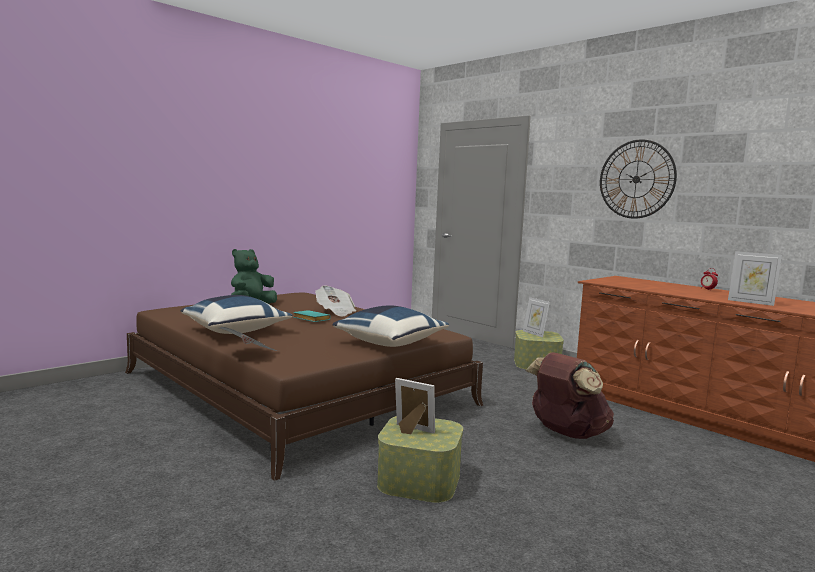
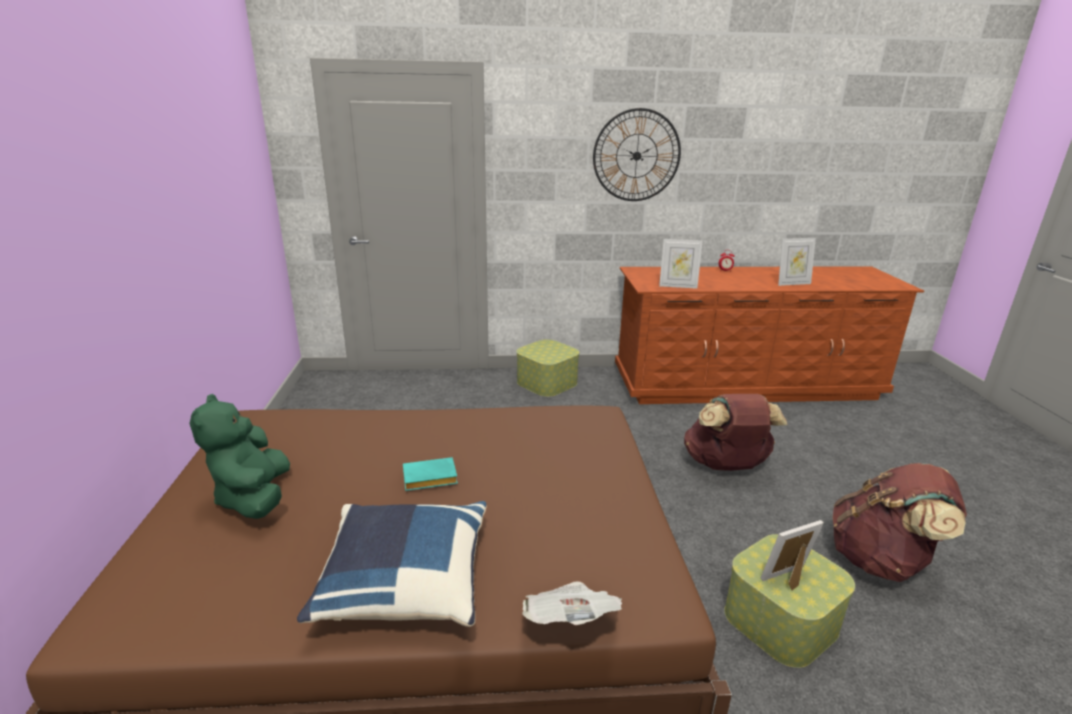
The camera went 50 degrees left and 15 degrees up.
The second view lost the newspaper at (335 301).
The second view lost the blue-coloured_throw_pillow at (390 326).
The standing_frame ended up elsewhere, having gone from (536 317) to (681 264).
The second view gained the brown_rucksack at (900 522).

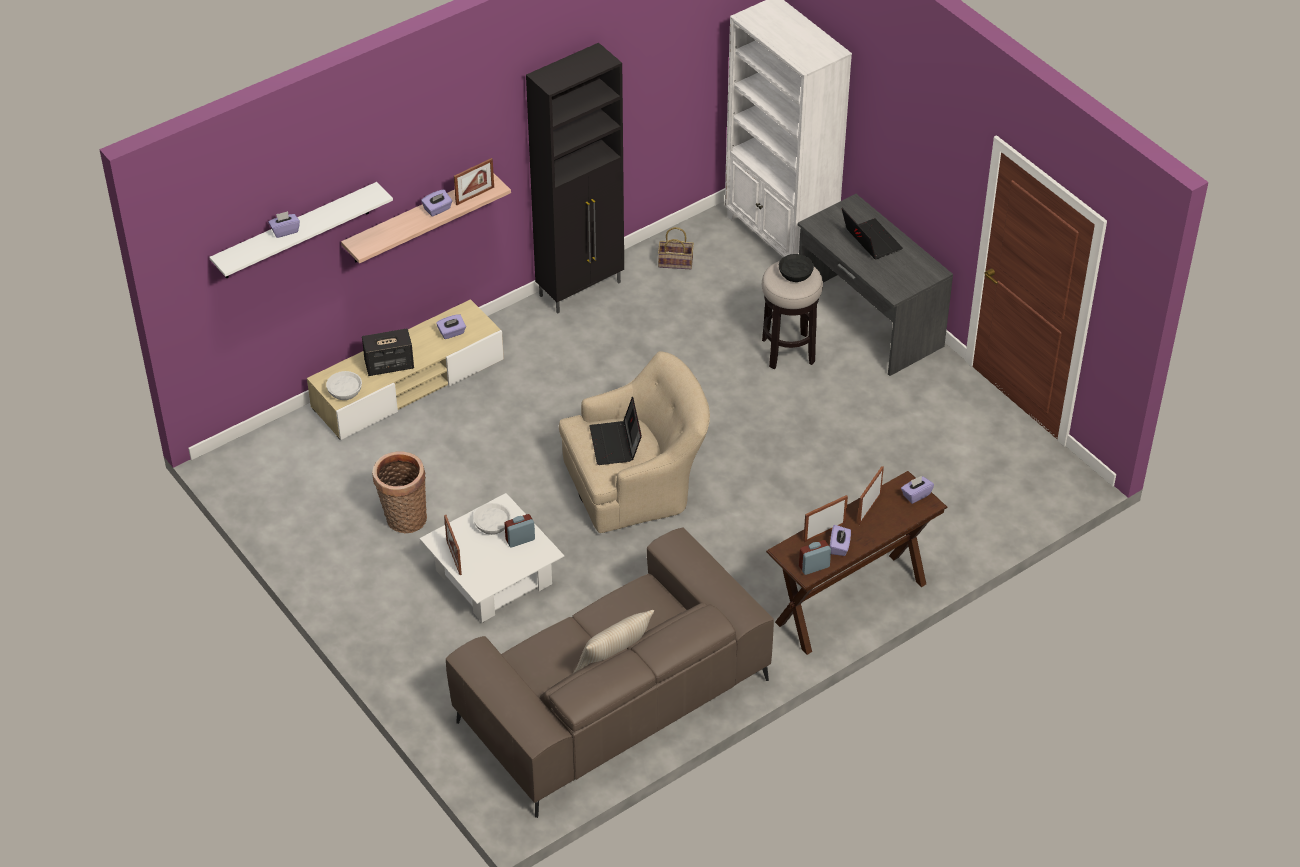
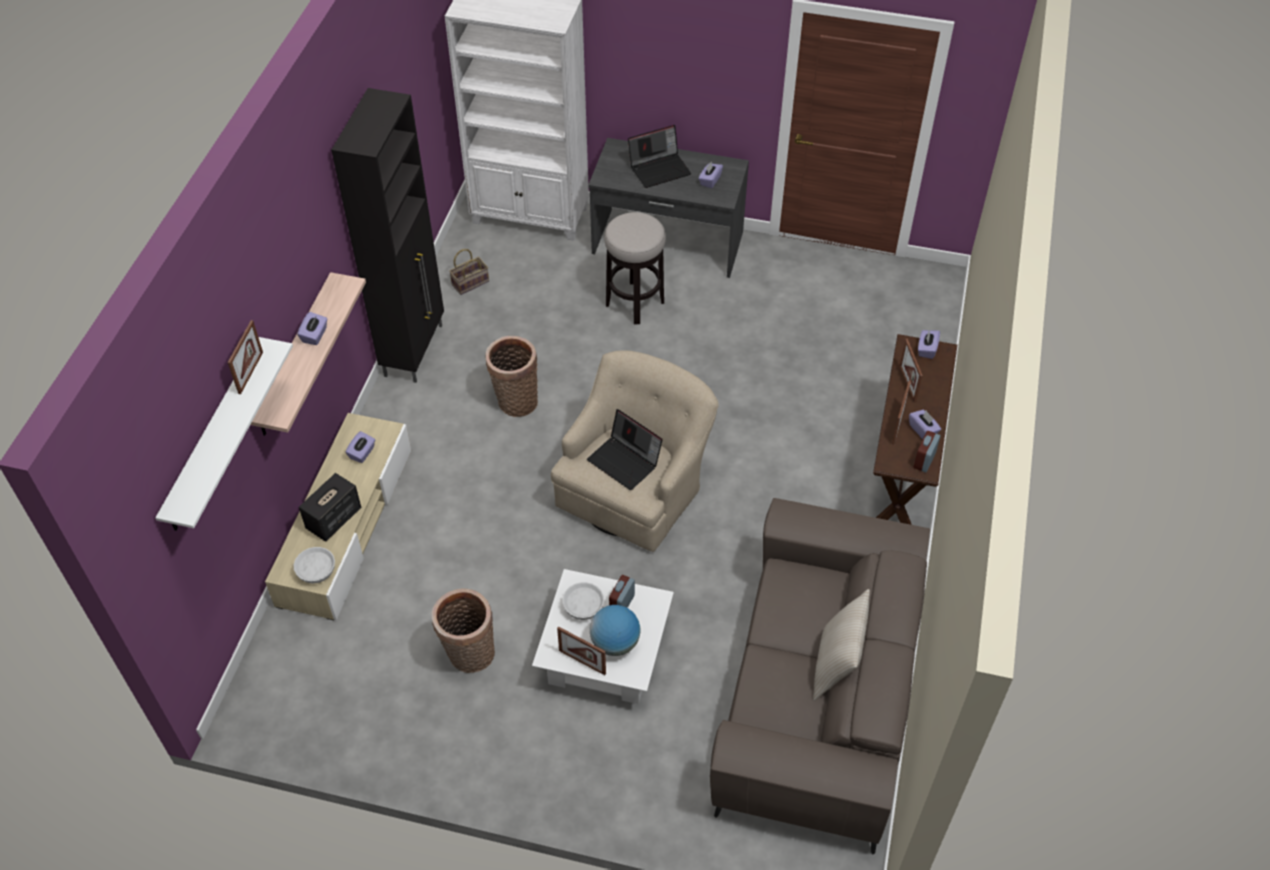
The camera went 40 degrees left and 5 degrees up.
The purplish_tissue_holder ended up elsewhere, having gone from (284 224) to (711 175).
The standing_frame ended up elsewhere, having gone from (474 181) to (245 357).
The second view lost the blackish_deep_dish at (796 268).
The notebook_computer at (872 233) ended up facing another way, 135 degrees clockwise from before.
The second view gained the basket at (511 376).
The second view gained the globe at (615 630).

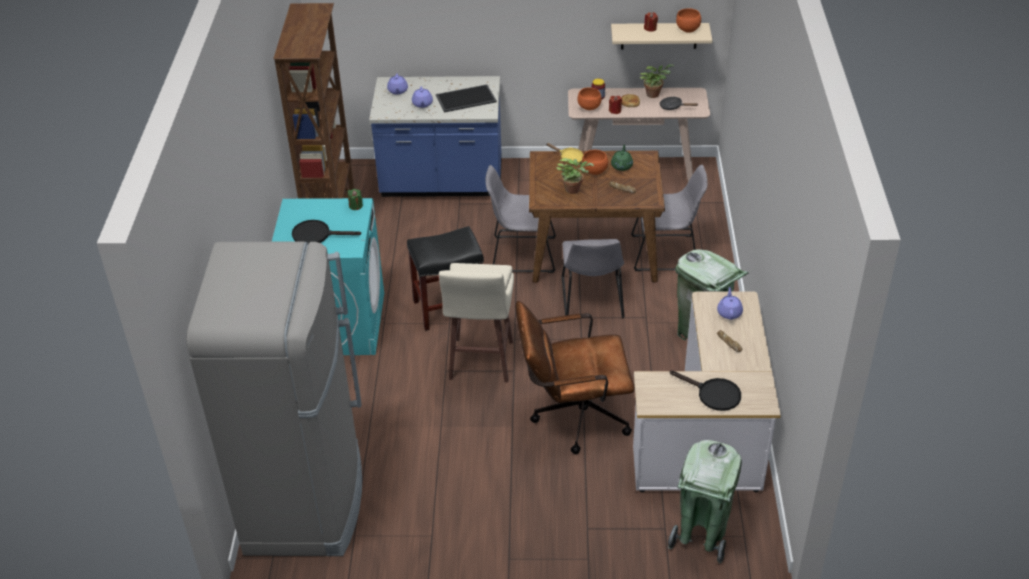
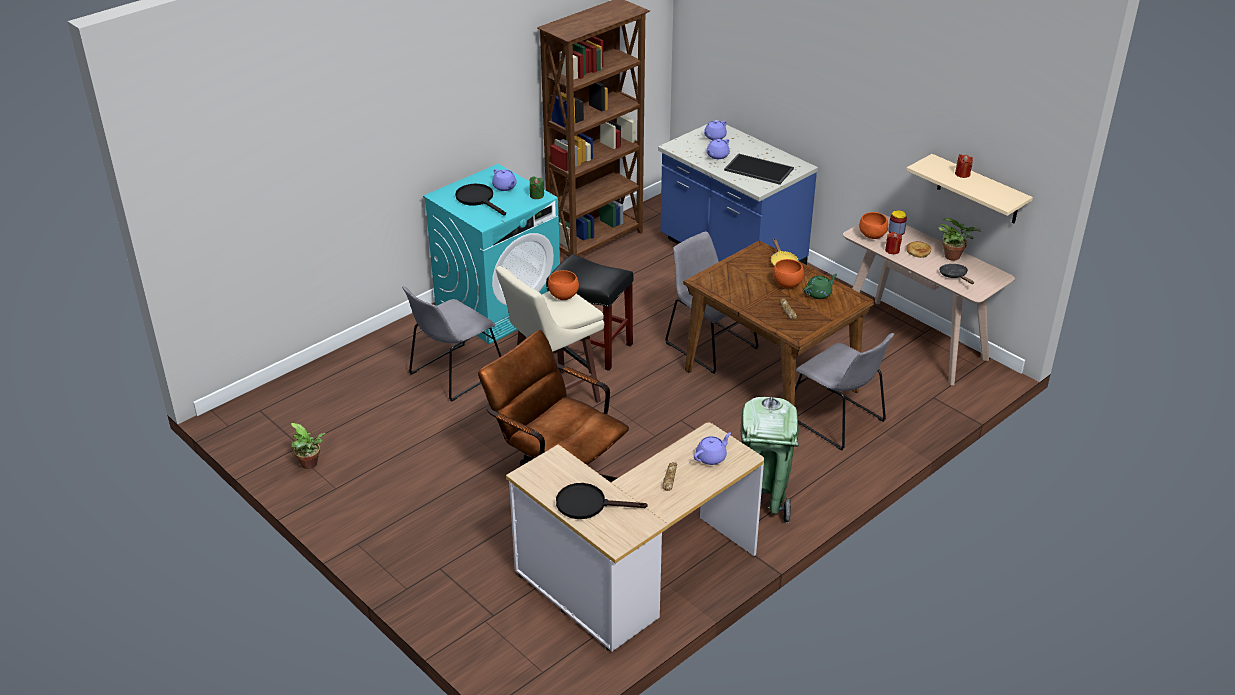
The camera went 45 degrees right and 5 degrees down.
The second view lost the greyish_fridge at (274 398).
The potted_plant ended up elsewhere, having gone from (575 176) to (308 446).
The greyish_chair ended up elsewhere, having gone from (593 278) to (451 344).
The second view lost the green_rubbish_bin at (705 501).
The blackish_skillet at (705 390) ended up facing another way, 105 degrees clockwise from before.
The orange_deep_dish ended up elsewhere, having gone from (688 20) to (563 285).
The second view gained the purplish_teapot at (504 180).

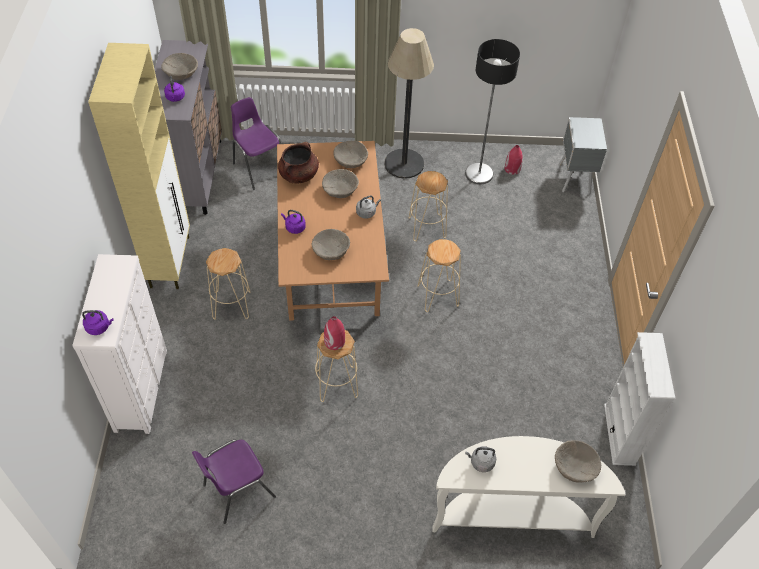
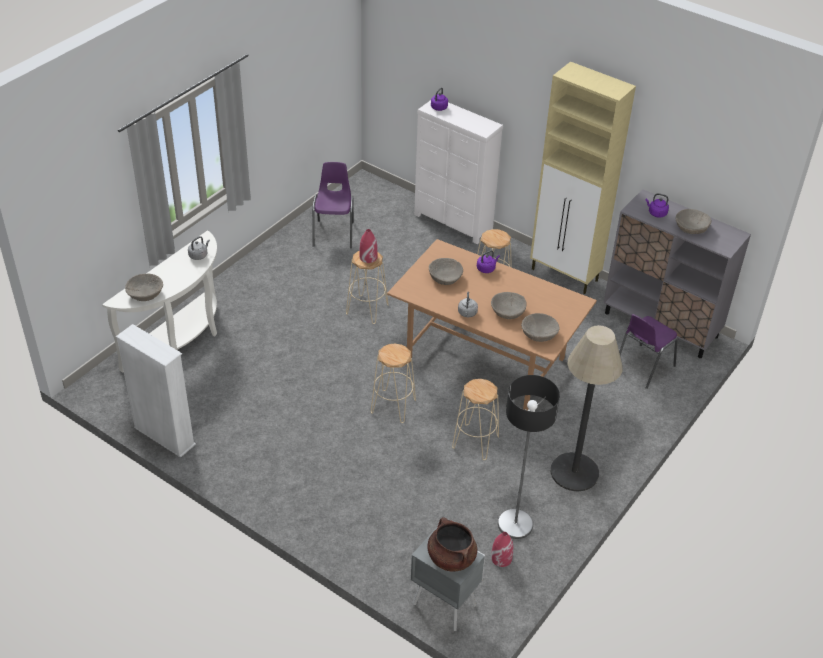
The camera went 125 degrees right and 10 degrees down.
The purplish_chair at (256 143) ended up facing another way, 135 degrees clockwise from before.
The brown_cooking_pot ended up elsewhere, having gone from (298 162) to (452 544).

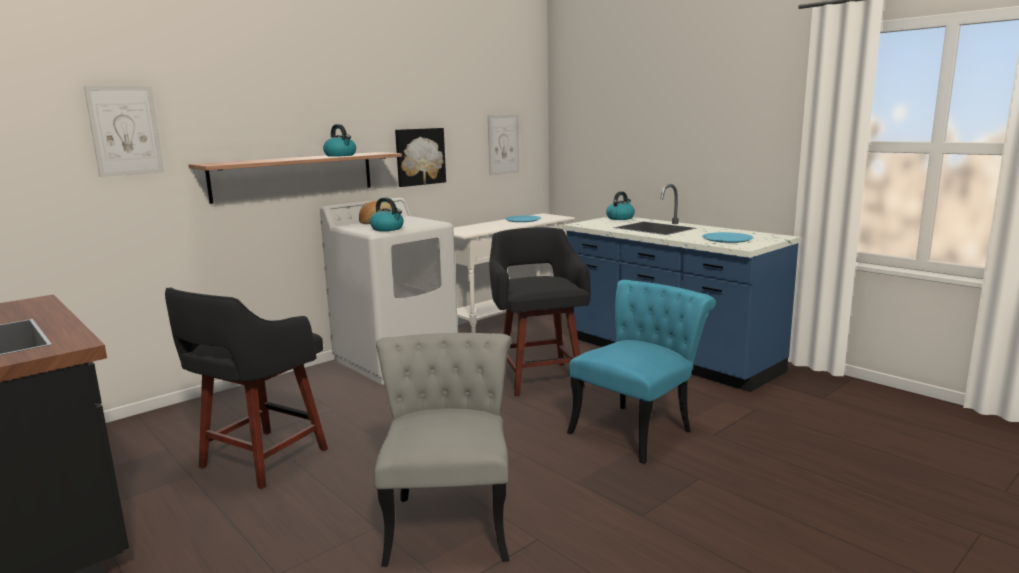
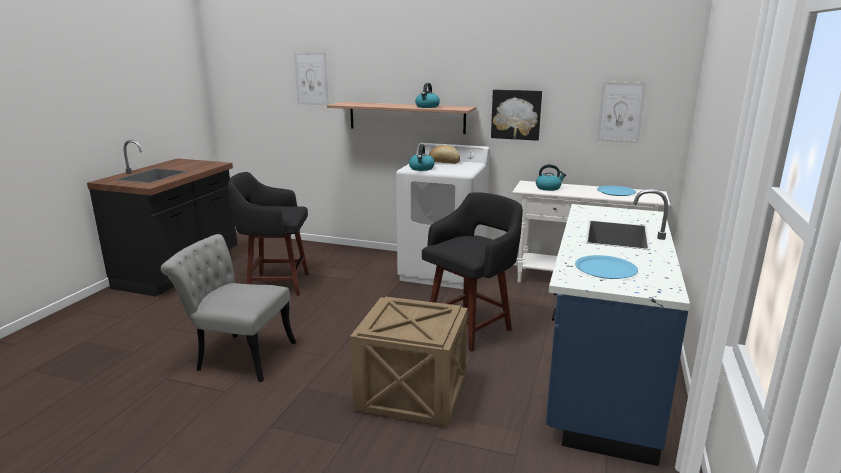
The camera went 60 degrees right and 5 degrees up.
The greyish_chair at (442 450) ended up facing another way, 135 degrees counterclockwise from before.
Where the turquoise_chair stood at (641 372), the packing_crate came to stand at (409 361).
The kettle ended up elsewhere, having gone from (620 206) to (551 177).

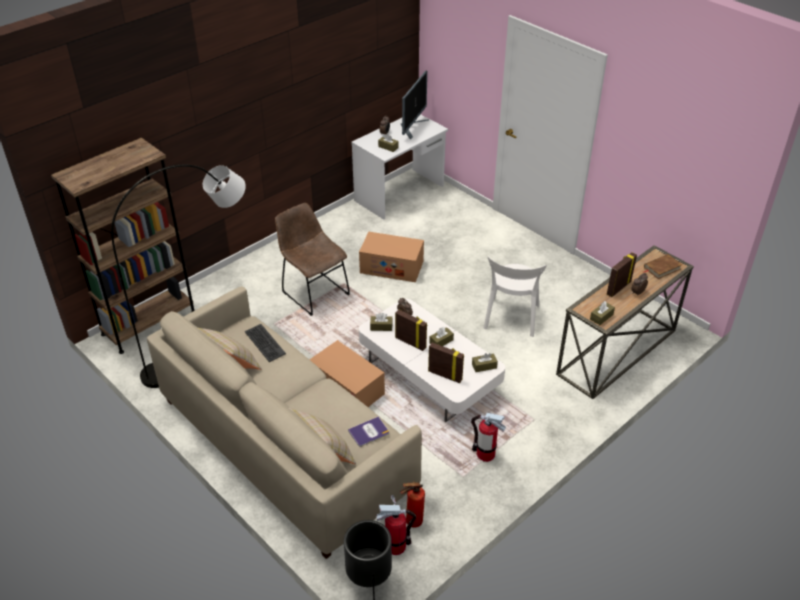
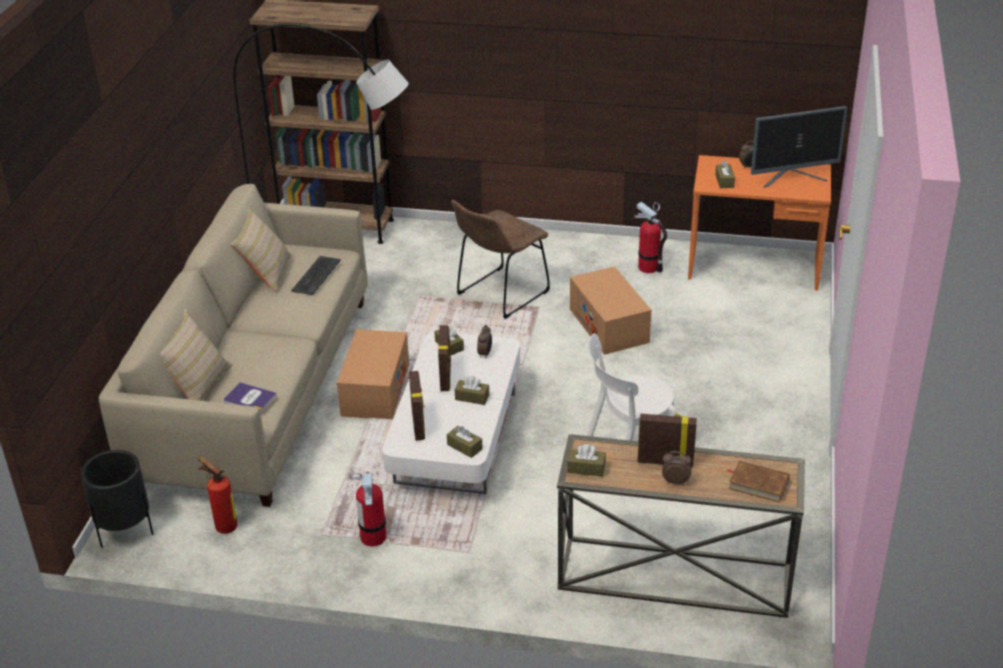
The camera went 55 degrees right and 5 degrees down.
The brown_chair at (312 259) ended up facing another way, 150 degrees counterclockwise from before.
What was the whitish_desk_table at (399 167) turned into the orange_desk_table at (759 222).
The fire_extinguisher ended up elsewhere, having gone from (396 525) to (650 237).

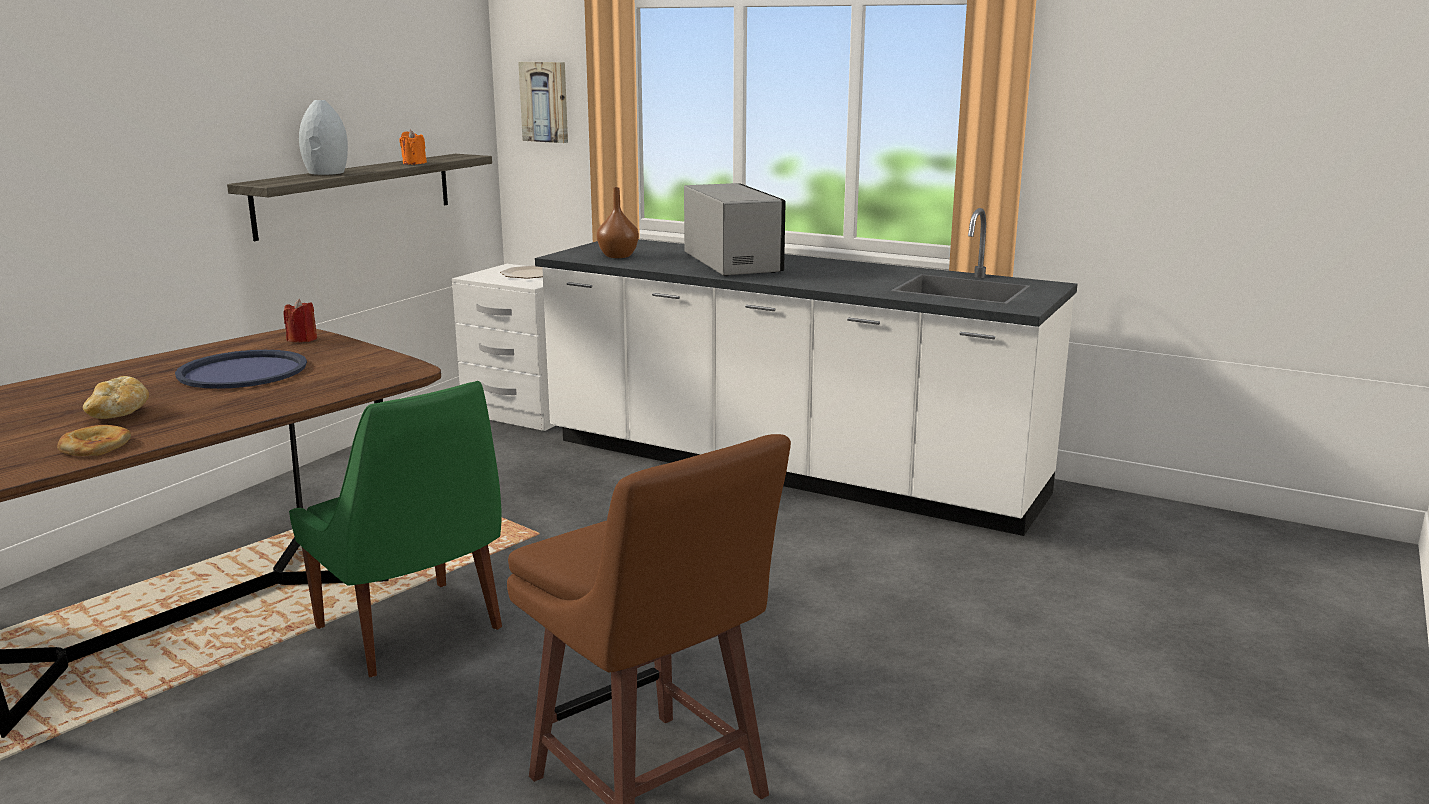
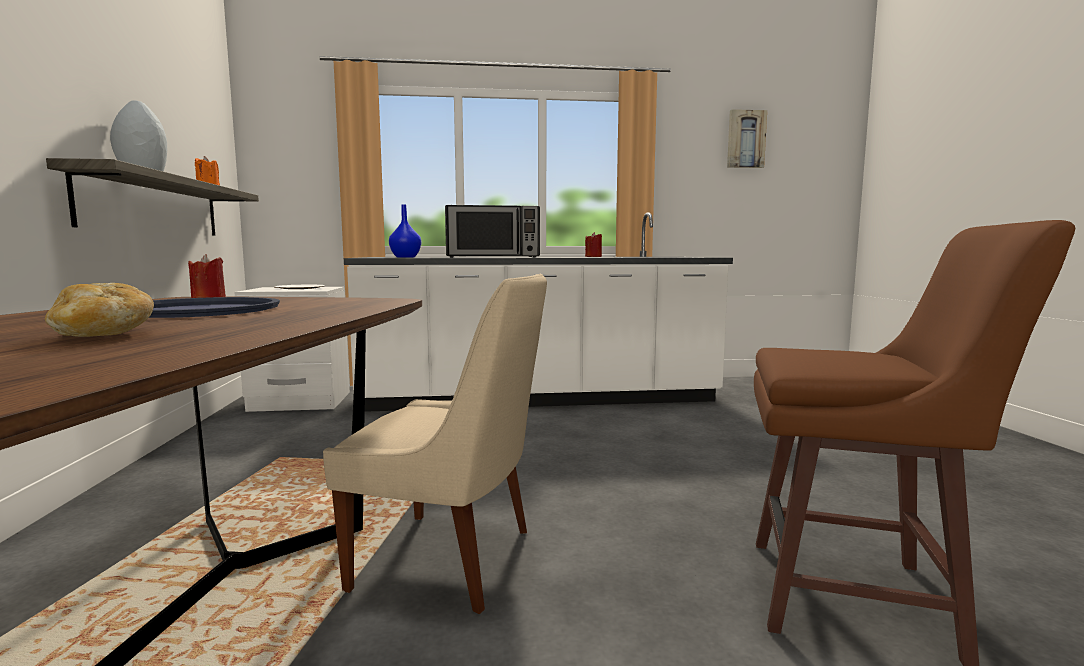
The camera went 35 degrees left and 10 degrees down.
The second view lost the bakery_bread at (94 440).
What was the green_chair at (395 529) turned into the beige_chair at (435 444).
The picture ended up elsewhere, having gone from (543 102) to (747 138).
What was the brown_vase at (618 222) turned into the blue-coloured_vase at (405 231).
The microwave at (735 229) ended up facing another way, 135 degrees clockwise from before.
The second view gained the reddish_wax_light at (593 244).

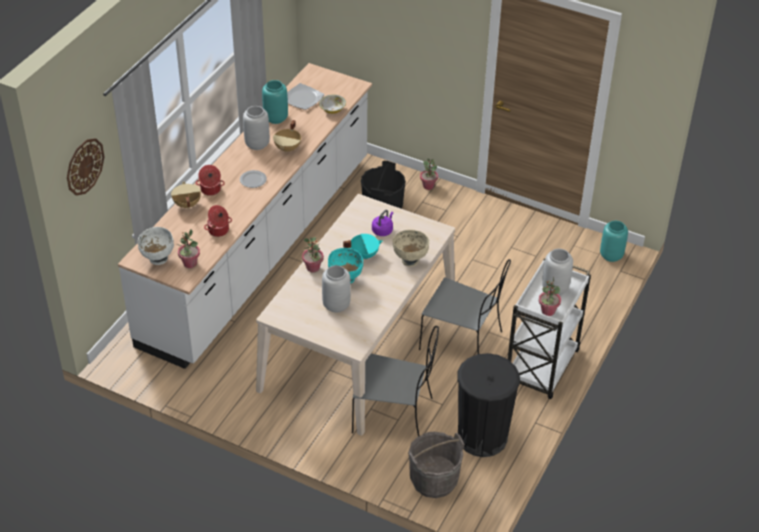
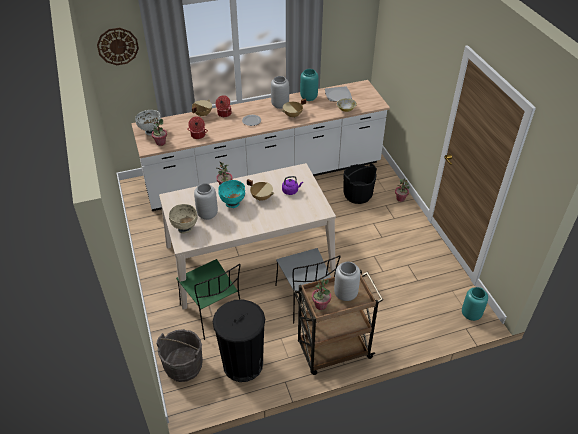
The camera went 45 degrees right and 0 degrees up.
What was the turquoise_cooking_pot at (363 247) turned into the beige_cooking_pot at (260 190).
What was the greyish_chair at (395 381) turned into the green_chair at (208 299).
The beige_deep_dish ended up elsewhere, having gone from (411 248) to (183 219).
What was the whitish_trolley at (549 329) turned into the brown_trolley at (338 322).

